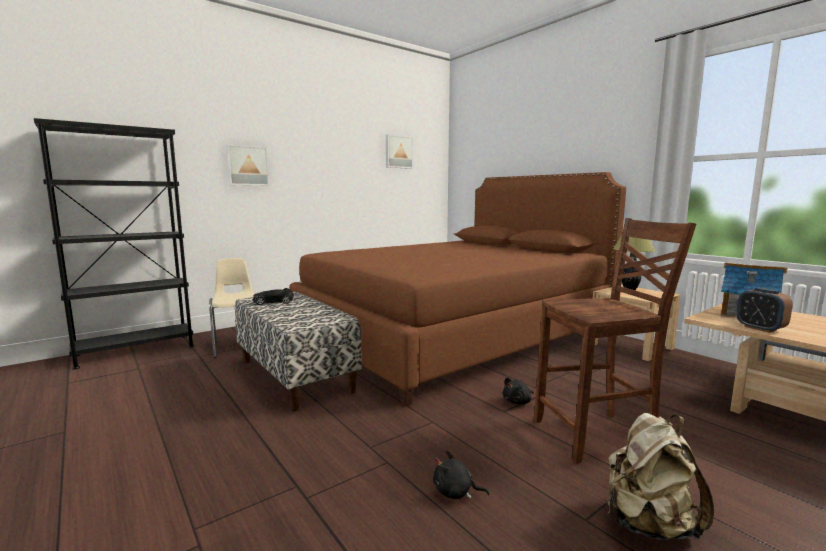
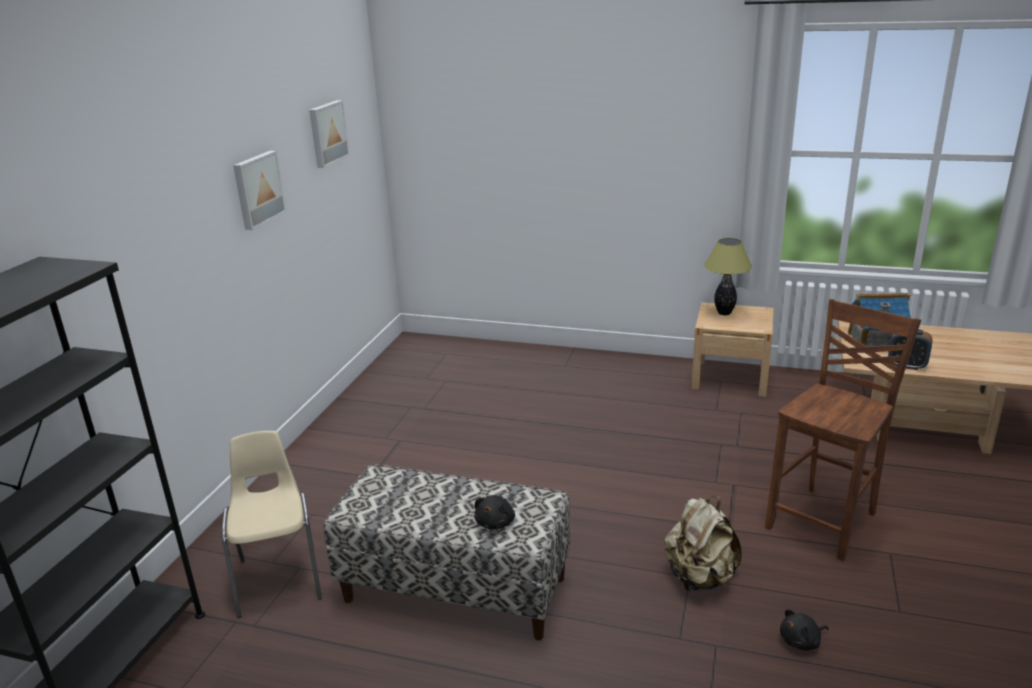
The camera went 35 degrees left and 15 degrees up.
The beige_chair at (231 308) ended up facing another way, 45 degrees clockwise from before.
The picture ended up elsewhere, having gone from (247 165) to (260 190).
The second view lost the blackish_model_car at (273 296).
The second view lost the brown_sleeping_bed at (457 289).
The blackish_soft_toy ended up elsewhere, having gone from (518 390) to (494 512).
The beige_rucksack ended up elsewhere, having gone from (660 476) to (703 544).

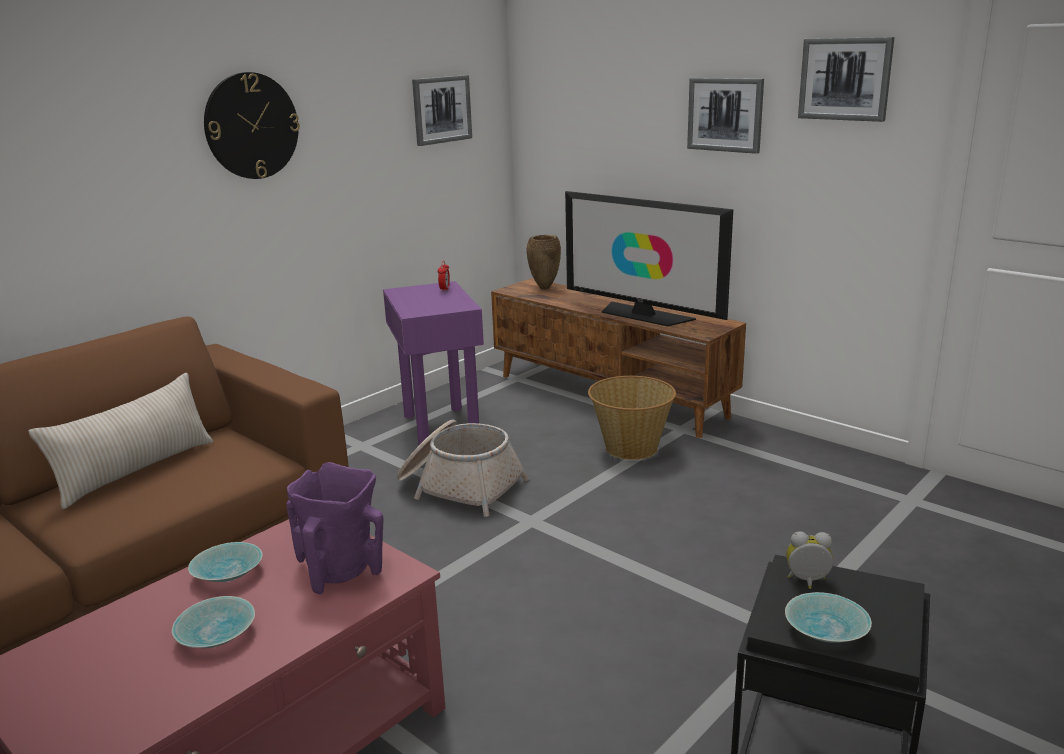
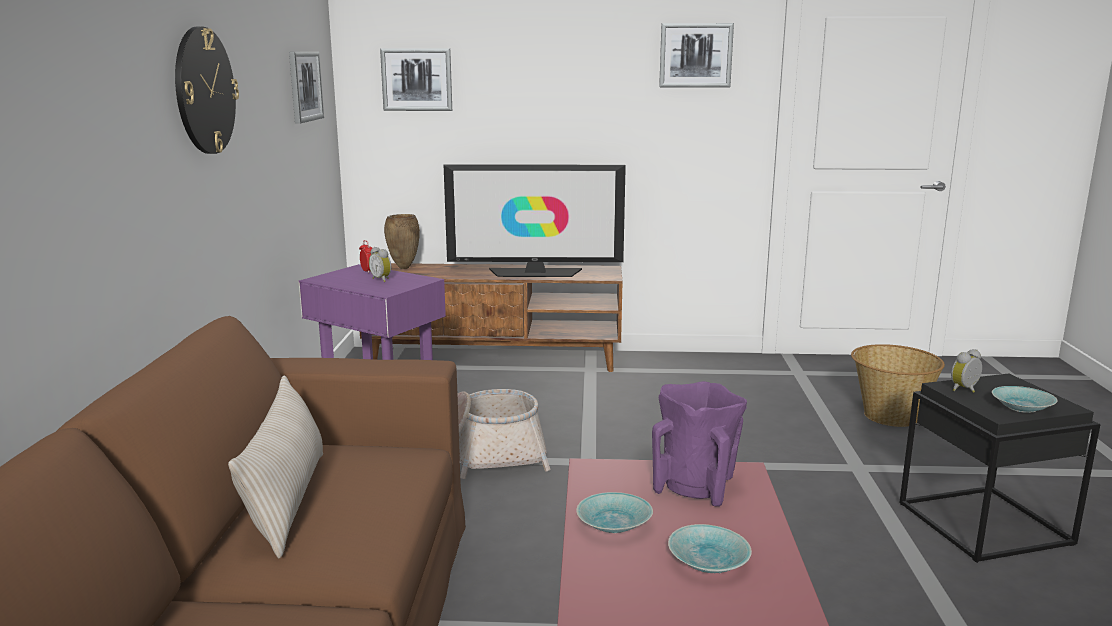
The camera went 40 degrees left and 5 degrees down.
The basket ended up elsewhere, having gone from (632 418) to (898 385).
The picture ended up elsewhere, having gone from (725 116) to (416 79).
The second view gained the table_clock at (380 264).

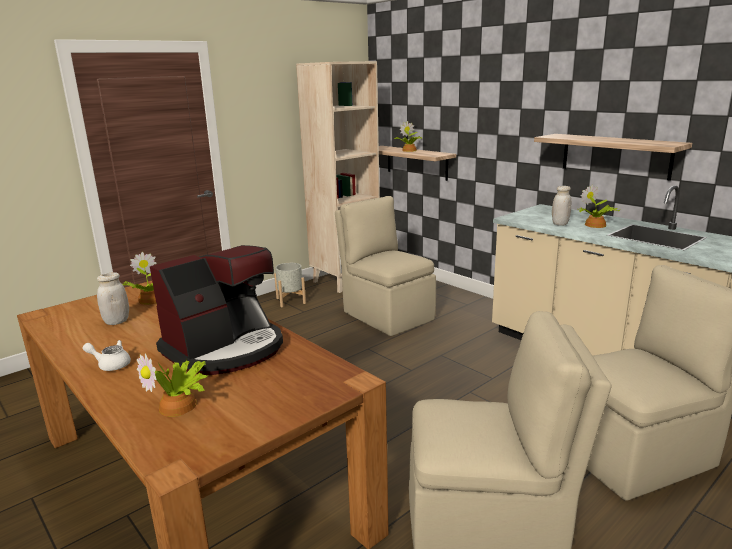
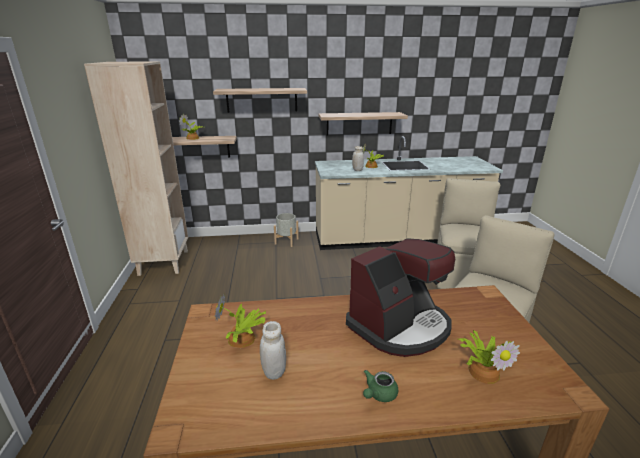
The camera went 55 degrees left and 5 degrees up.
What was the whitish_teapot at (106 355) turned into the green_teapot at (380 386).
The coffee_maker at (216 310) ended up facing another way, 60 degrees clockwise from before.
The greyish_plant_pot ended up elsewhere, having gone from (290 285) to (286 230).
The second view lost the beige_chair at (385 266).
The second view gained the bracket_shelf at (260 100).

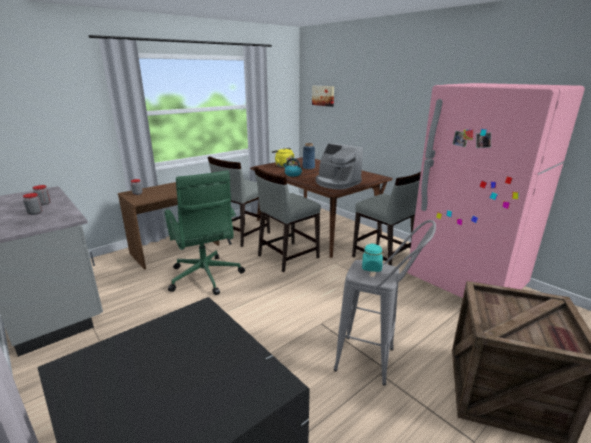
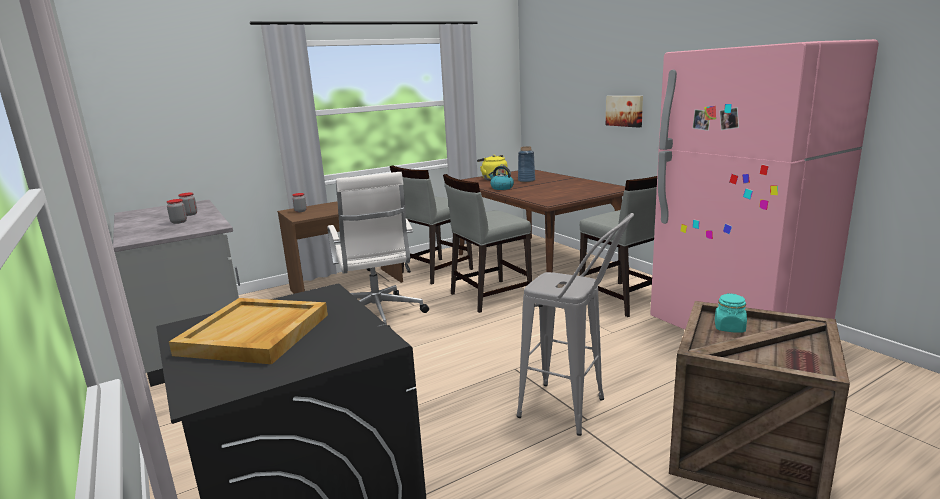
The camera went 10 degrees right and 5 degrees down.
What was the green_desk_chair at (205 232) turned into the whitish_desk_chair at (378 250).
The picture ended up elsewhere, having gone from (323 96) to (624 112).
The second view lost the coffee_maker at (339 166).
The turquoise_jar ended up elsewhere, having gone from (372 258) to (731 313).
The second view gained the beige_serving_tray at (248 331).

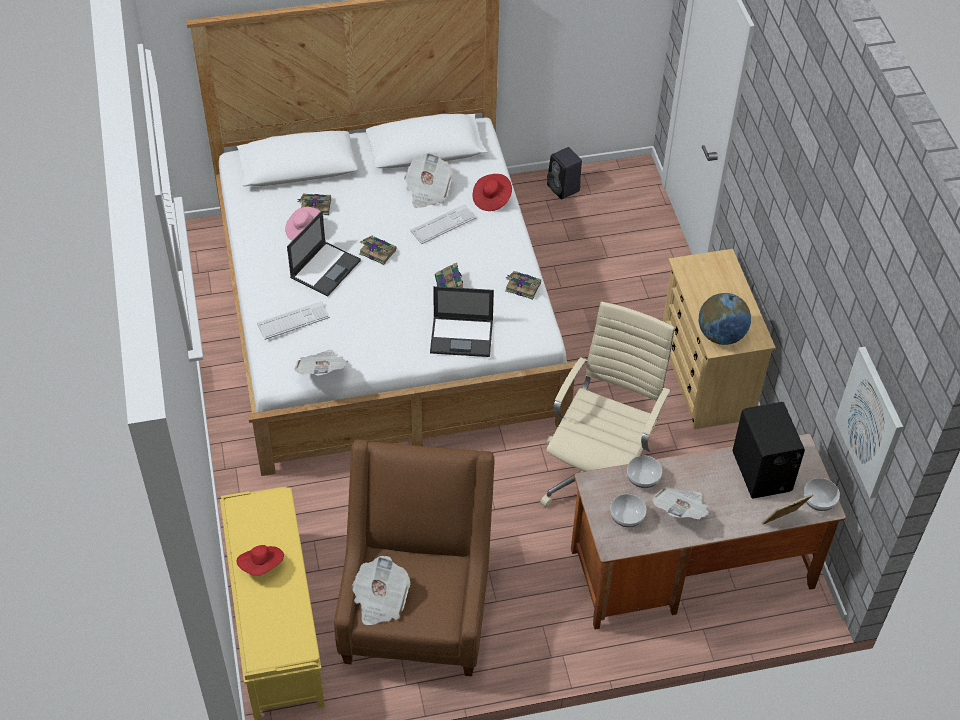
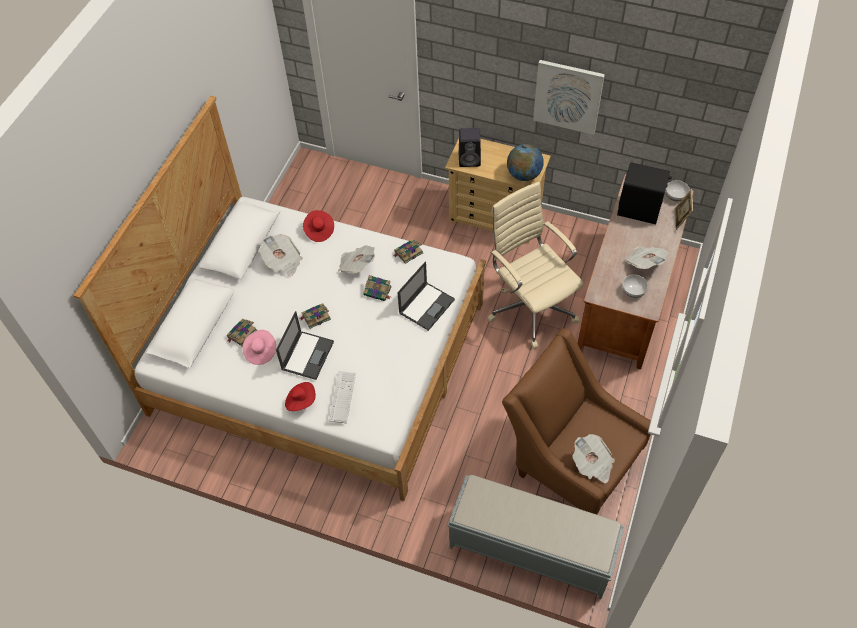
The camera went 55 degrees left and 5 degrees up.
What was the yellow_long_seat at (272 603) turned into the greyish_long_seat at (536 537).
The reddish_clothing_hat ended up elsewhere, having gone from (260 560) to (300 396).
The notebook_computer at (324 253) ended up facing another way, 45 degrees clockwise from before.
The newspaper ended up elsewhere, having gone from (321 363) to (356 259).
The second view lost the computer_keyboard at (443 224).
The blackish_audio_speaker ended up elsewhere, having gone from (564 173) to (470 147).
The second view lost the deep_dish at (644 471).
The picture ended up elsewhere, having gone from (869 422) to (569 97).

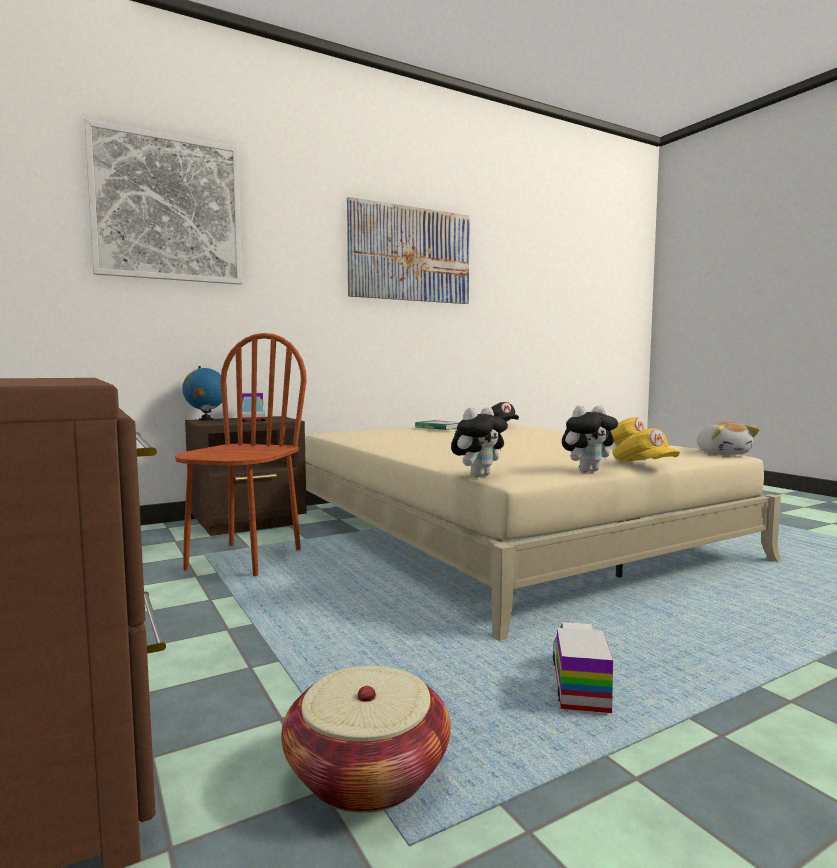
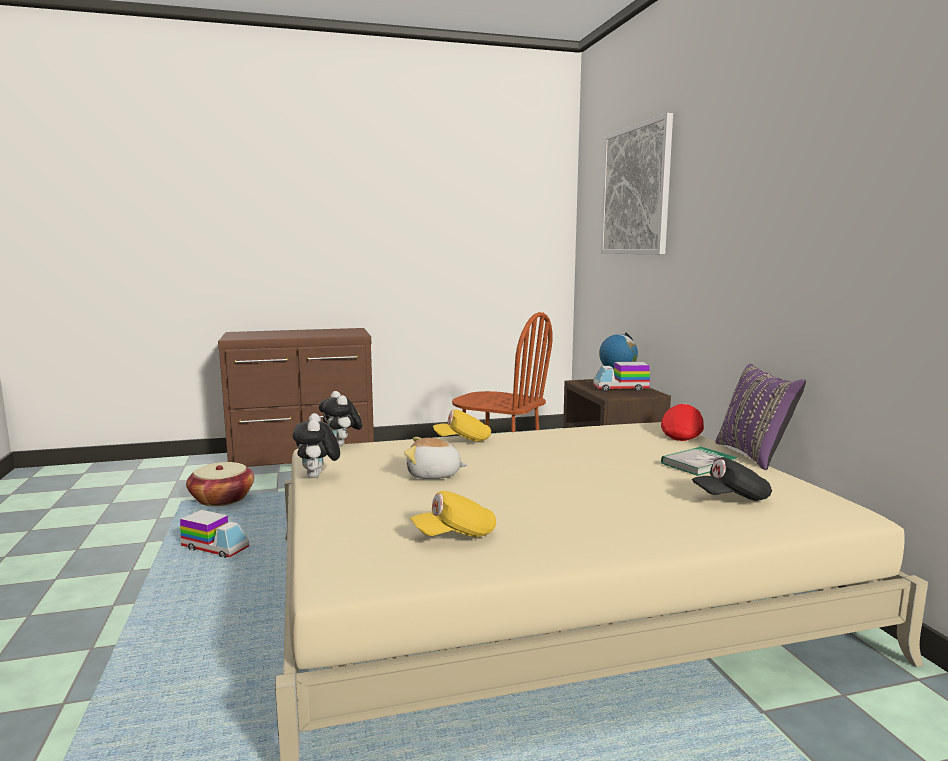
The camera went 105 degrees right and 5 degrees up.
The second view lost the picture at (408 250).
The yellow_baseball_cap ended up elsewhere, having gone from (646 445) to (462 425).
The soft_toy ended up elsewhere, having gone from (728 438) to (436 458).
The second view gained the reddish_baseball_cap at (682 422).
The second view gained the purplish_throw_pillow at (760 417).

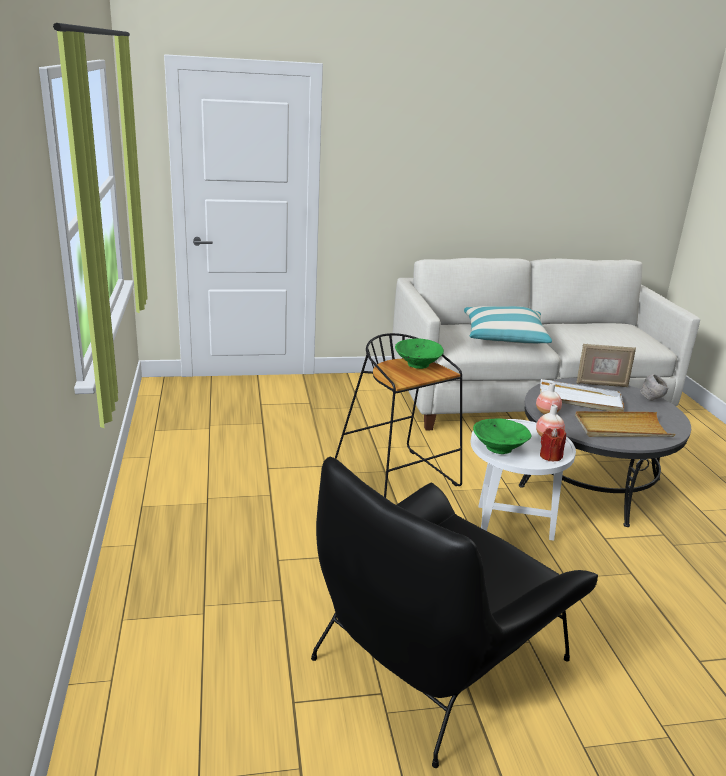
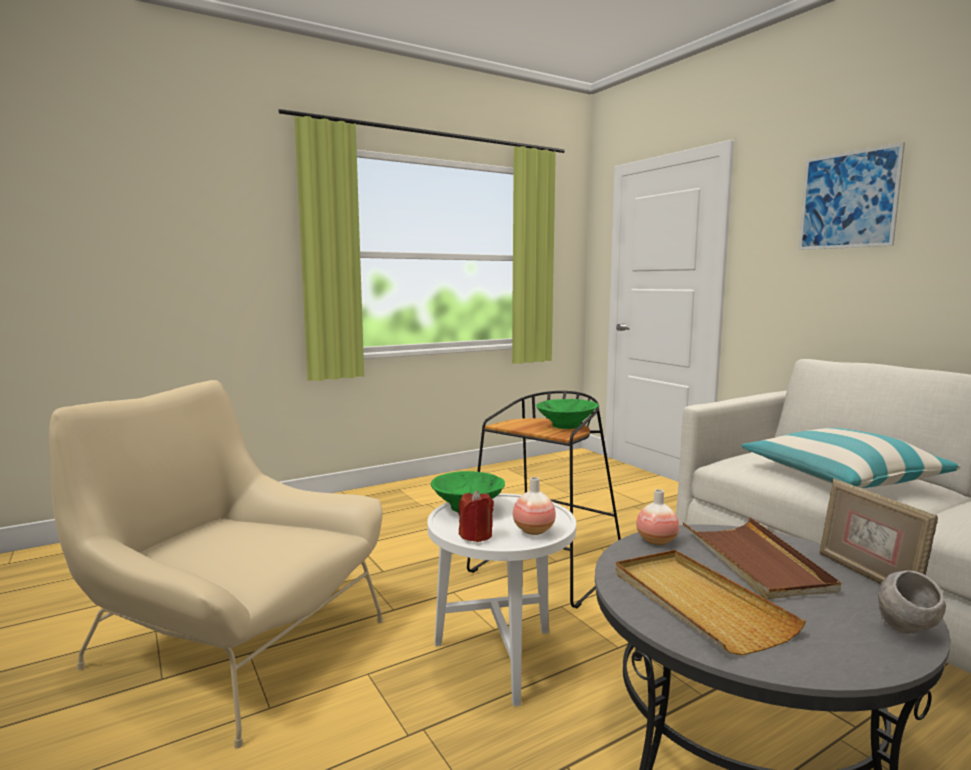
The camera went 70 degrees right and 15 degrees down.
What was the blackish_lounge_chair at (454 612) turned into the beige_lounge_chair at (216 564).
What was the whitish_serving_tray at (582 395) turned into the brown_serving_tray at (762 559).
The second view gained the picture at (851 196).

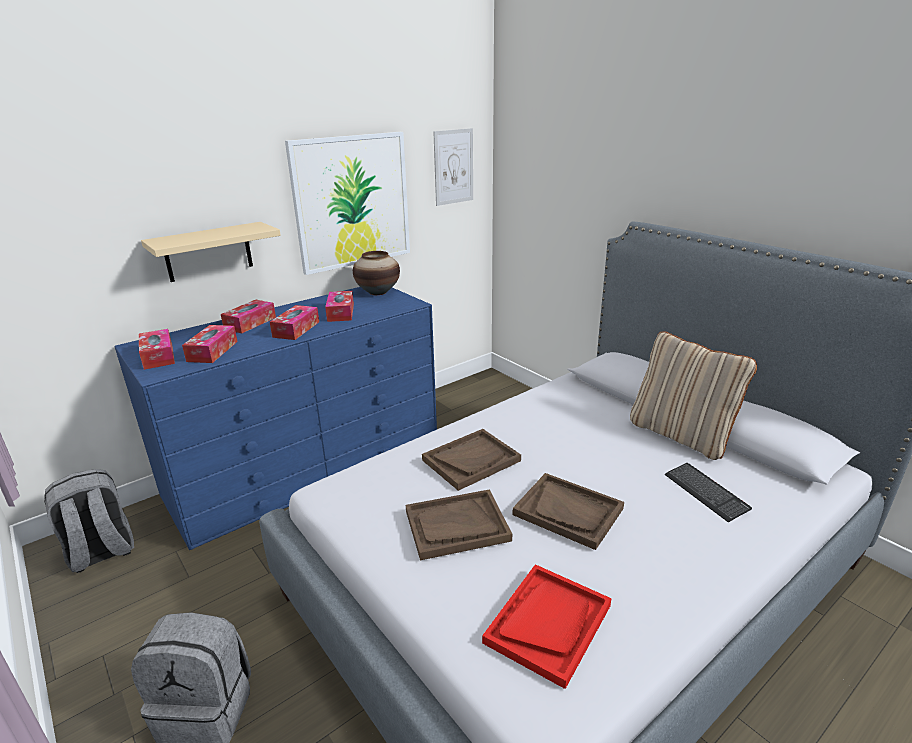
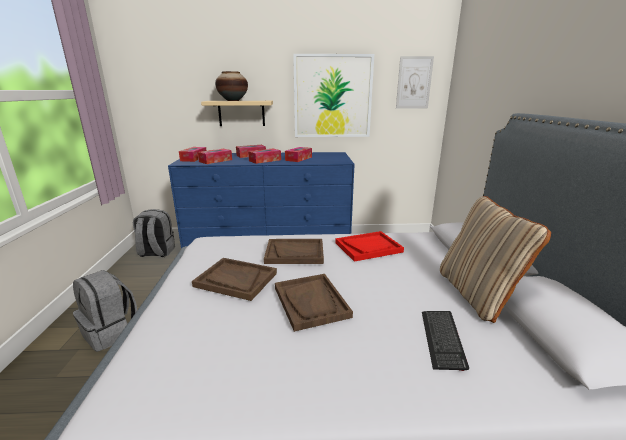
The camera went 35 degrees right and 5 degrees down.
The vase ended up elsewhere, having gone from (376 273) to (231 86).
The reddish_serving_tray ended up elsewhere, having gone from (547 626) to (369 246).

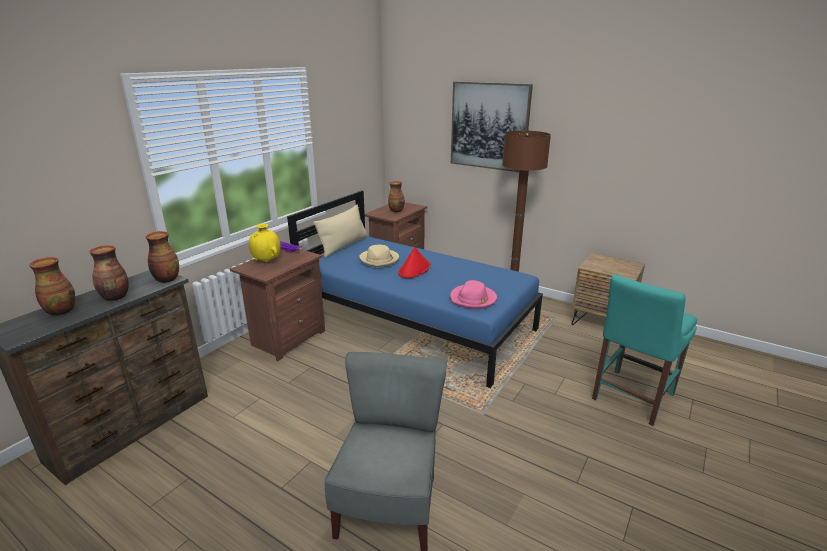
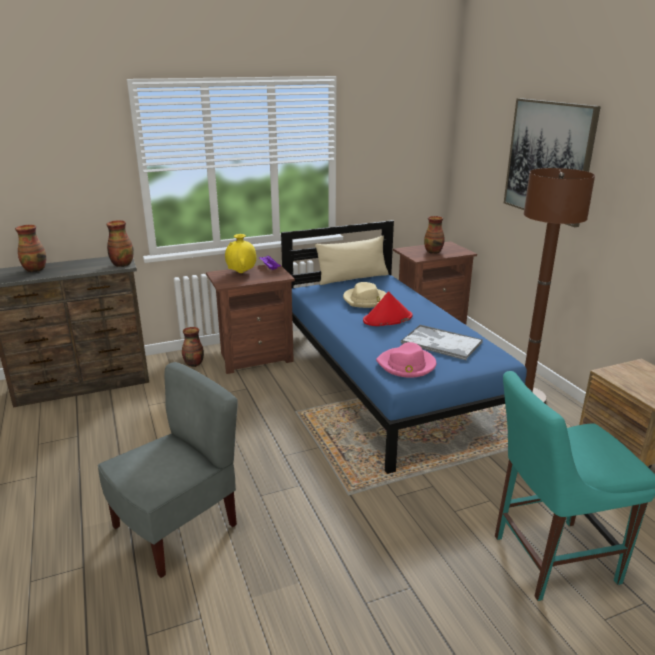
The camera went 35 degrees right and 0 degrees up.
The vase ended up elsewhere, having gone from (109 273) to (193 347).
The second view gained the serving_tray at (442 342).

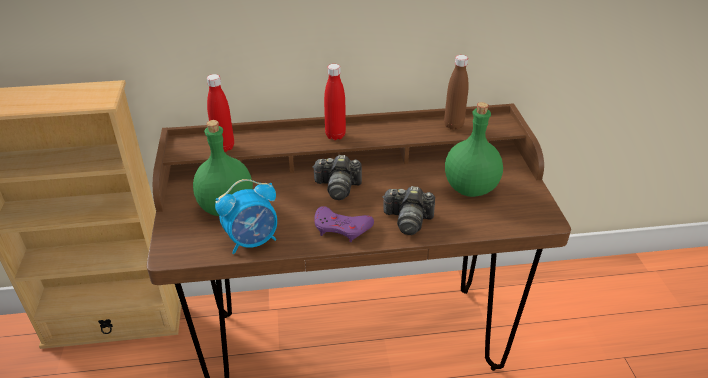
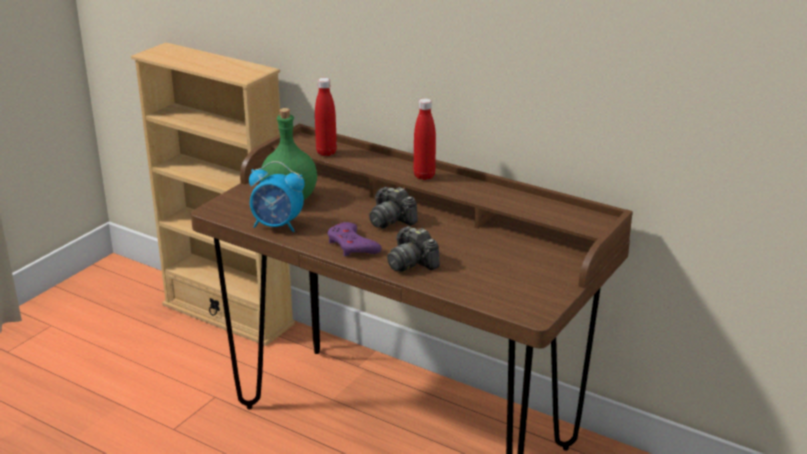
The camera went 40 degrees right and 10 degrees down.
The second view lost the brown_beverage_bottle at (456 92).
The second view lost the green_beverage_bottle at (474 149).

